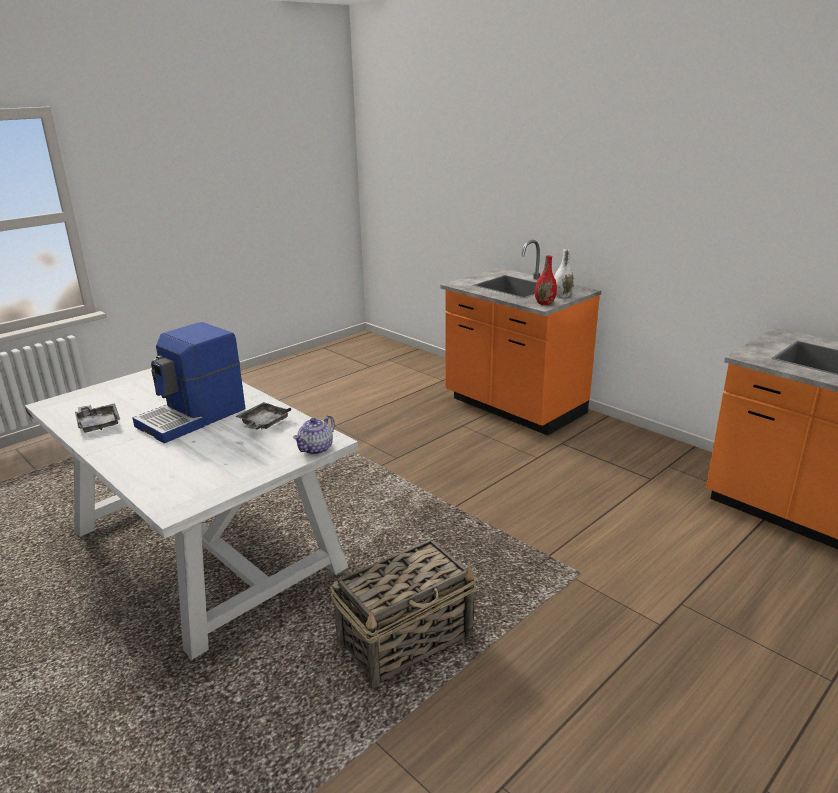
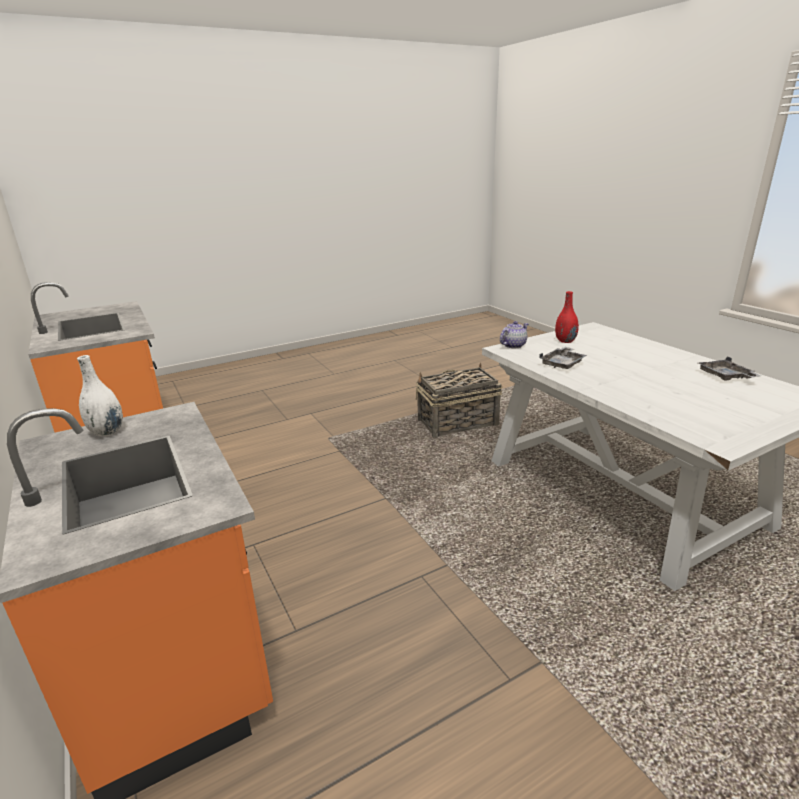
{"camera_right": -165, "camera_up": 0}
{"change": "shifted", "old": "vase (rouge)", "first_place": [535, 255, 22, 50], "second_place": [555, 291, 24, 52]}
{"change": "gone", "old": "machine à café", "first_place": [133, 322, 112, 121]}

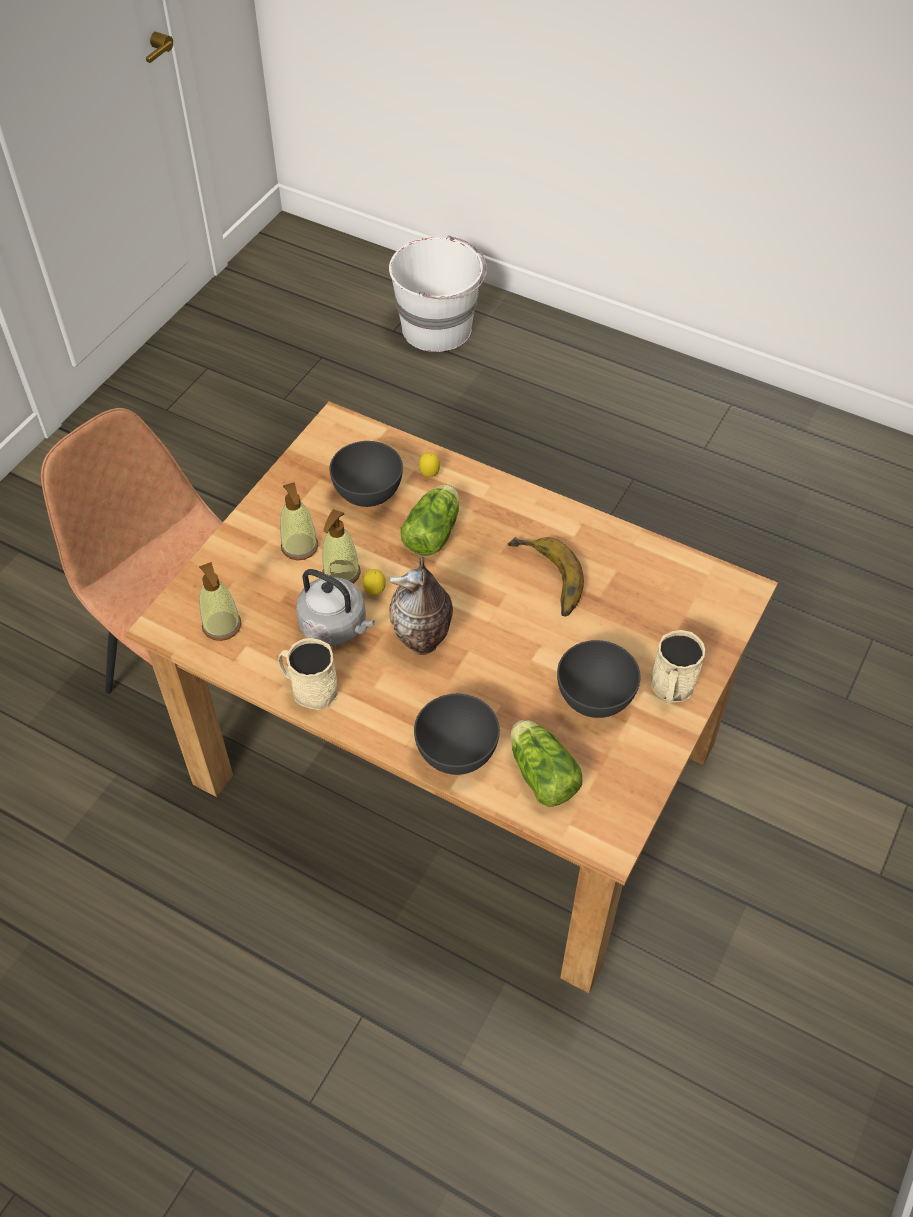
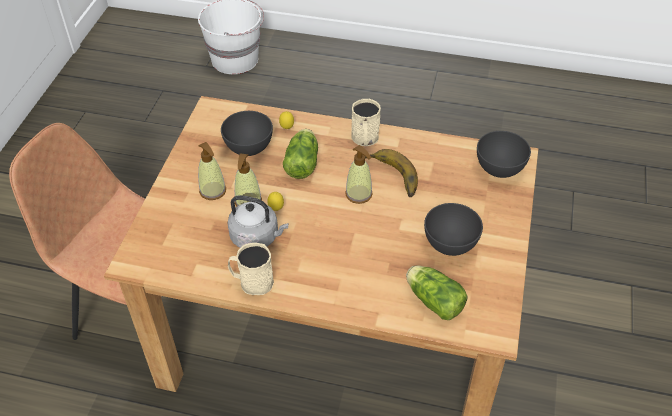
{"camera_right": -15, "camera_up": -5}
{"change": "shifted", "old": "distributeur de savon", "first_place": [199, 562, 42, 79], "second_place": [345, 145, 28, 59]}
{"change": "shifted", "old": "mug (beige)", "first_place": [651, 630, 54, 74], "second_place": [351, 99, 30, 47]}
{"change": "shifted", "old": "bol (gris)", "first_place": [414, 694, 86, 81], "second_place": [477, 131, 54, 47]}
{"change": "gone", "old": "vase", "first_place": [389, 555, 64, 100]}

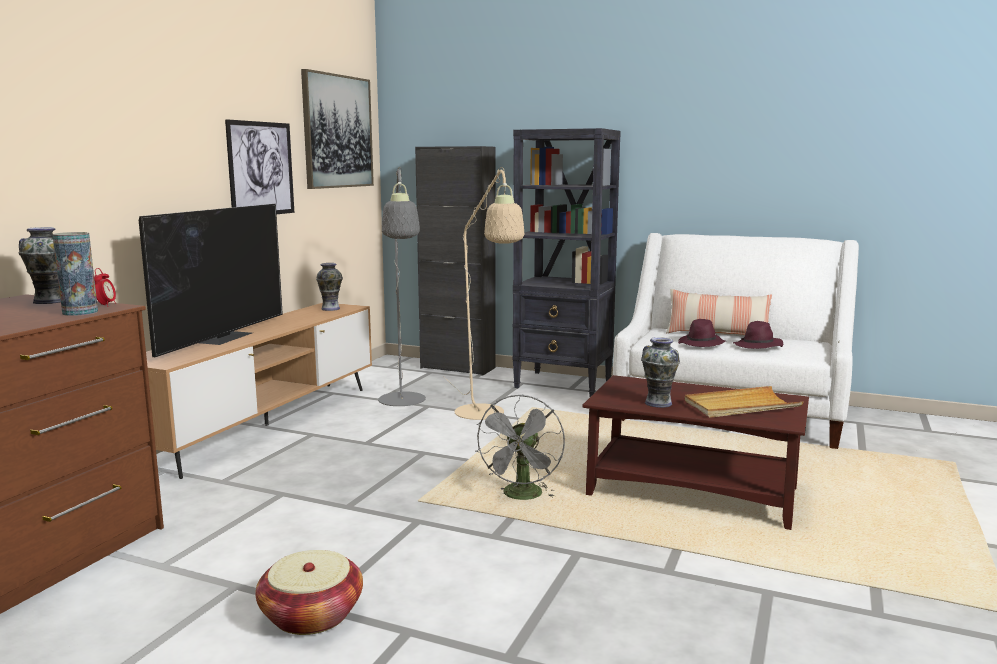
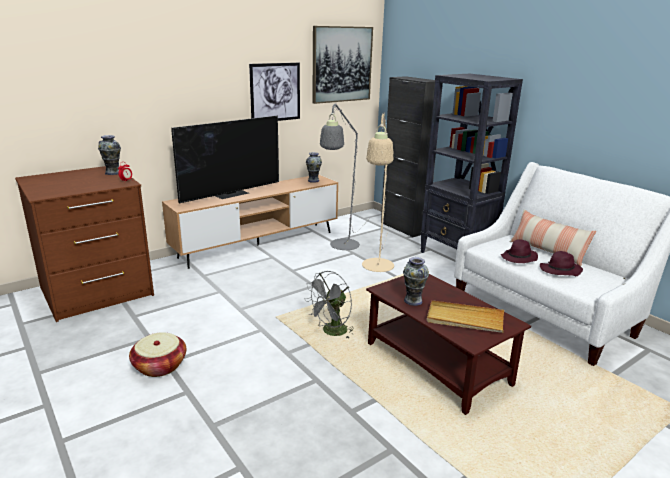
{"camera_right": 30, "camera_up": 10}
{"change": "gone", "old": "vase", "first_place": [52, 232, 46, 84]}

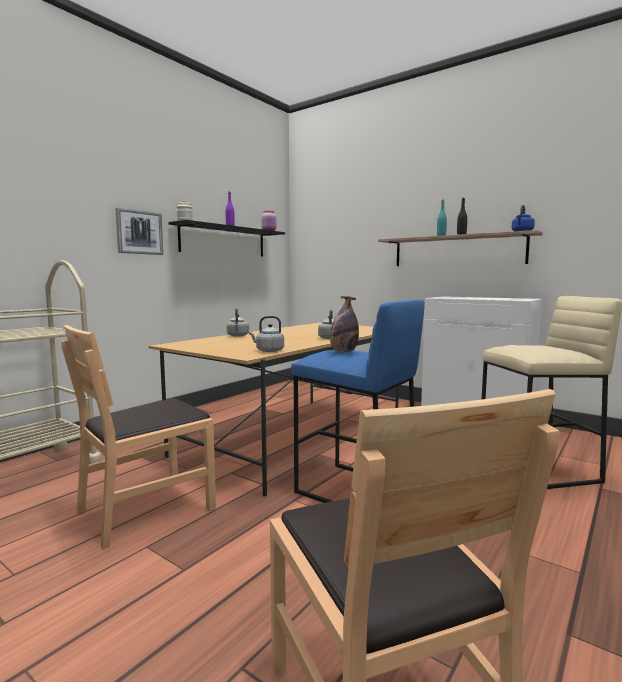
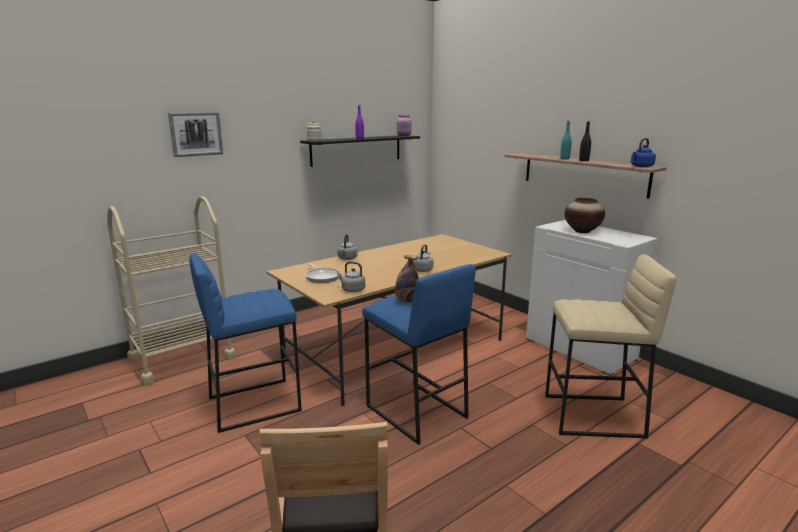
{"camera_right": 15, "camera_up": 10}
{"change": "shifted", "old": "tableau", "first_place": [115, 208, 48, 47], "second_place": [168, 112, 55, 45]}
{"change": "swapped", "old": "chaise (marron)", "new": "tabouret (bleu)", "first_place": [61, 325, 155, 224], "second_place": [189, 254, 113, 179]}
{"change": "new", "new": "poêle", "second_place": [305, 263, 35, 20]}
{"change": "new", "new": "vase", "second_place": [565, 198, 40, 35]}

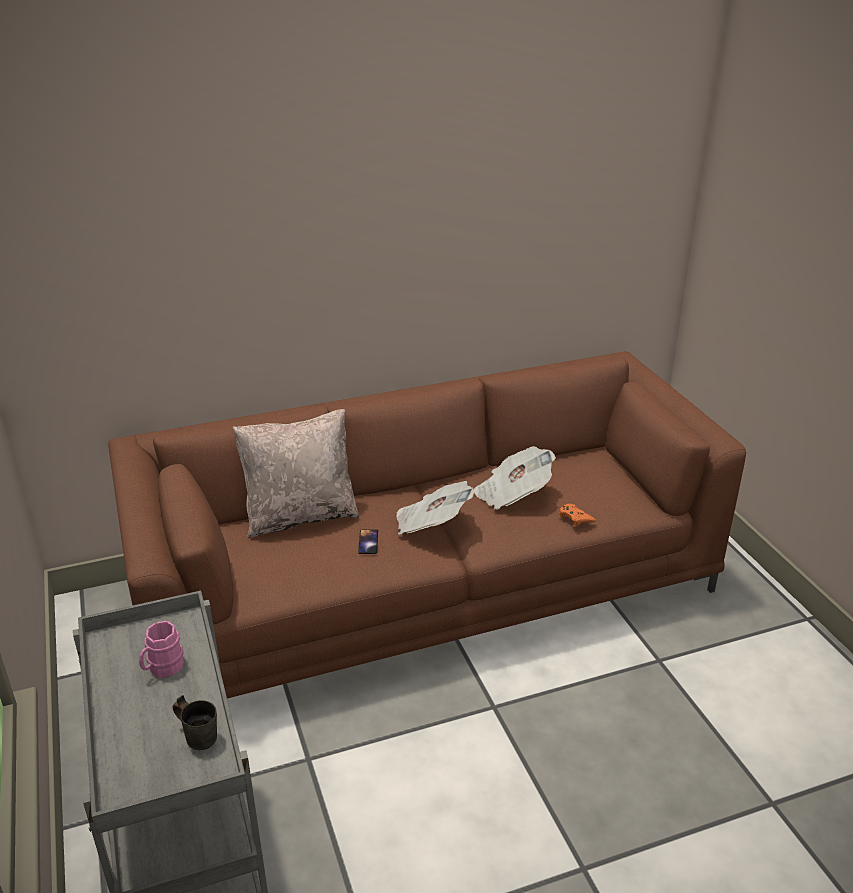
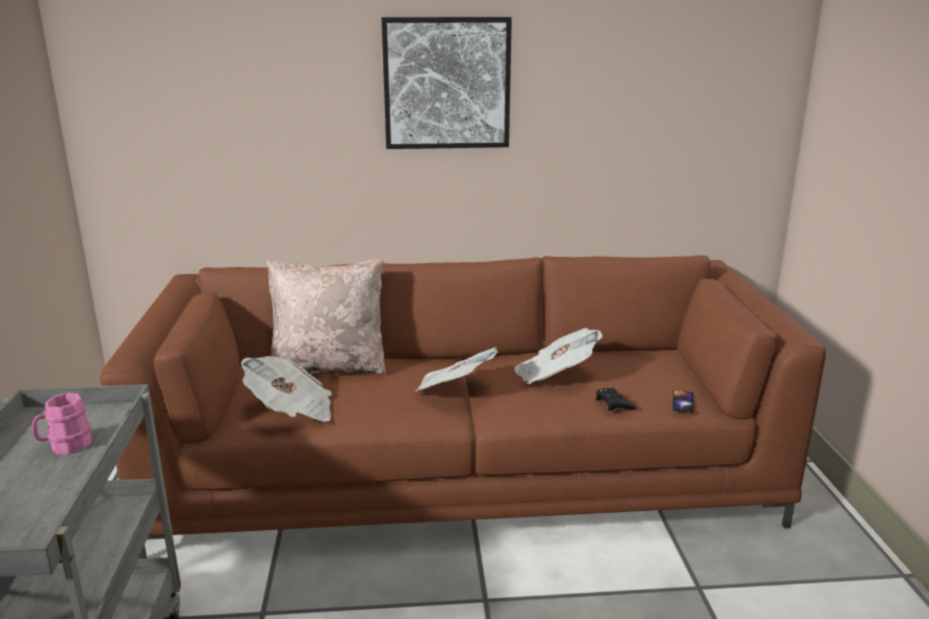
{"camera_right": 15, "camera_up": -10}
{"change": "new", "new": "journal", "second_place": [241, 356, 91, 66]}
{"change": "new", "new": "tableau", "second_place": [382, 17, 130, 132]}
{"change": "repainted", "old": "manette (orange)", "new": "manette (noir)", "first_place": [559, 504, 37, 23], "second_place": [596, 388, 40, 23]}
{"change": "shifted", "old": "téléphone", "first_place": [358, 529, 20, 25], "second_place": [672, 390, 22, 23]}
{"change": "gone", "old": "mug (gris)", "first_place": [173, 695, 44, 55]}

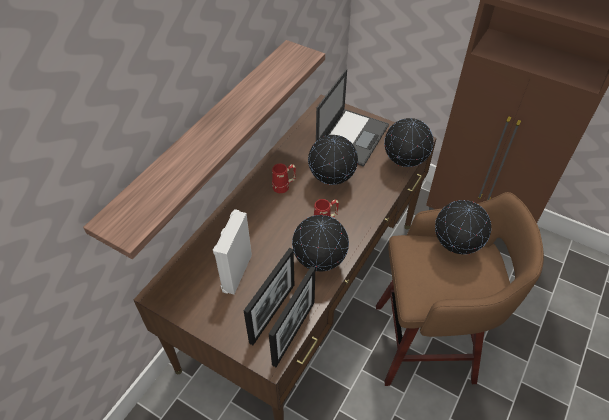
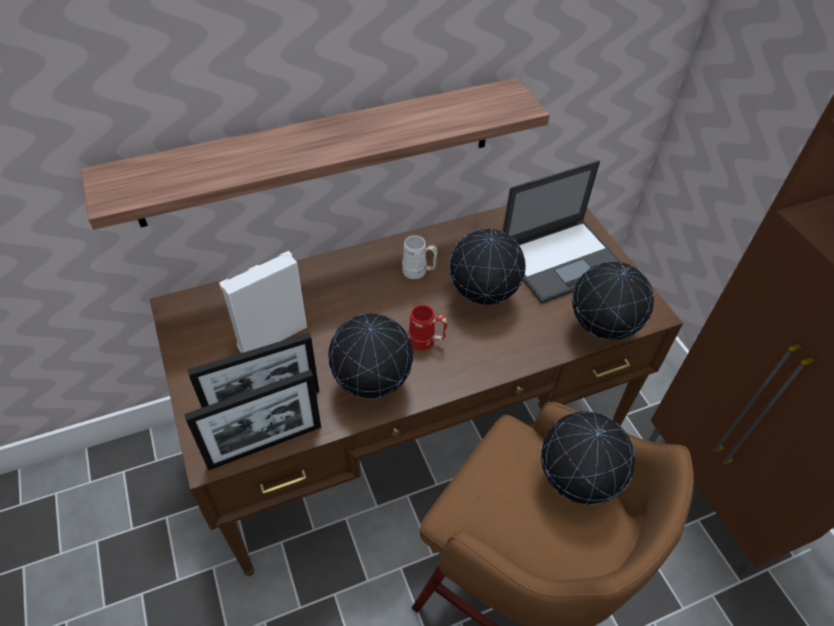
{"camera_right": 35, "camera_up": 0}
{"change": "repainted", "old": "mug (rouge)", "new": "mug (blanc)", "first_place": [272, 163, 24, 30], "second_place": [402, 235, 36, 44]}

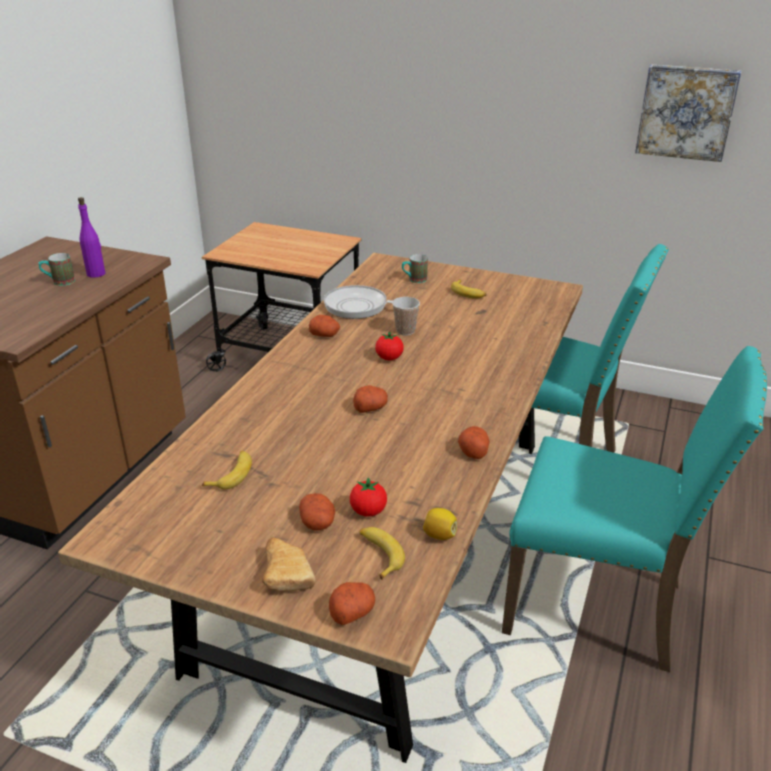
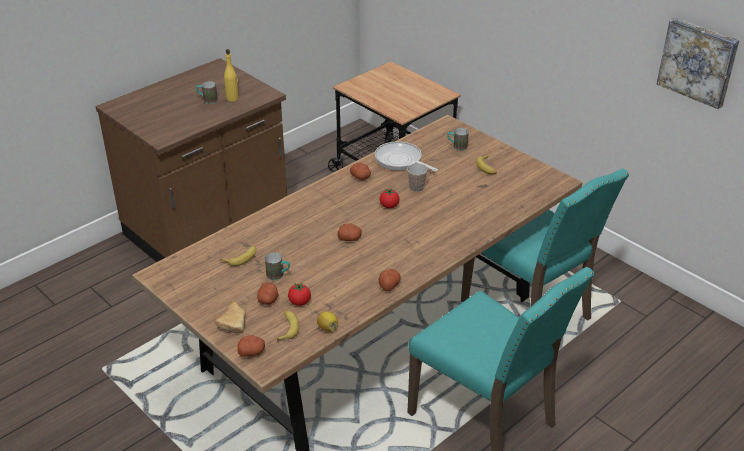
{"camera_right": 25, "camera_up": 5}
{"change": "repainted", "old": "bouteille (violet)", "new": "bouteille (jaune)", "first_place": [78, 197, 27, 81], "second_place": [224, 49, 15, 53]}
{"change": "new", "new": "mug", "second_place": [265, 253, 25, 27]}

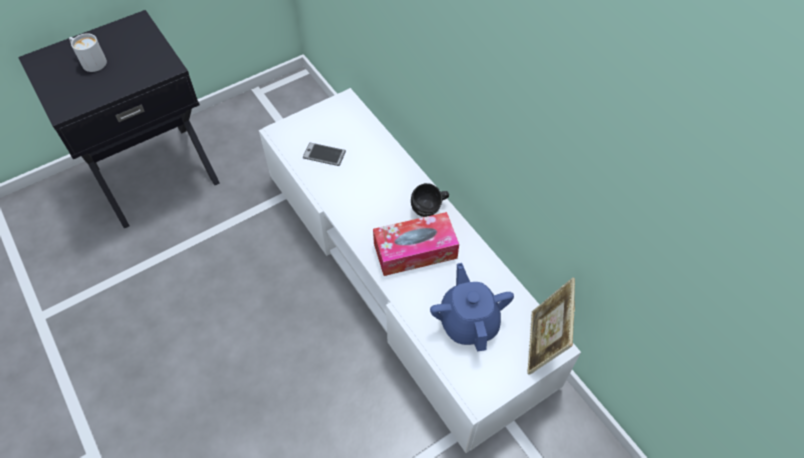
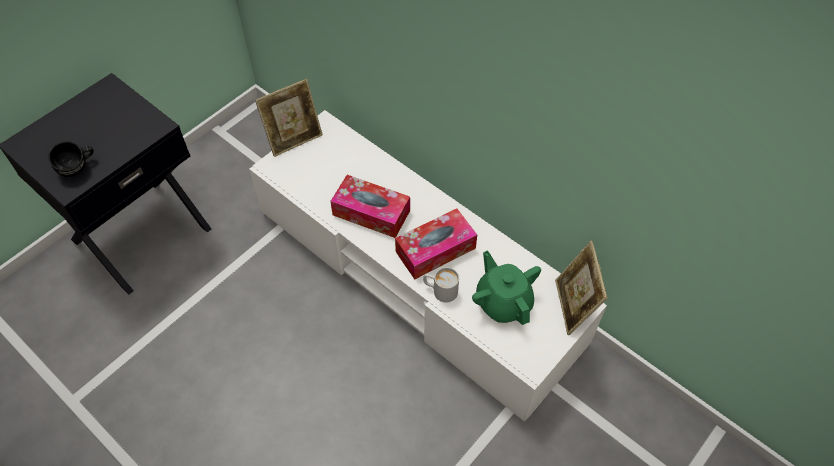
{"camera_right": -15, "camera_up": 0}
{"change": "shifted", "old": "mug (noir)", "first_place": [411, 183, 38, 34], "second_place": [48, 141, 46, 36]}
{"change": "new", "new": "cadre photo", "second_place": [255, 79, 68, 78]}
{"change": "new", "new": "boîte à mouchoirs", "second_place": [330, 175, 80, 63]}
{"change": "shifted", "old": "mug (blanc)", "first_place": [69, 33, 38, 39], "second_place": [423, 267, 36, 36]}
{"change": "repainted", "old": "théière (bleu)", "new": "théière (vert)", "first_place": [430, 263, 84, 88], "second_place": [472, 250, 69, 75]}
{"change": "gone", "old": "téléphone", "first_place": [302, 143, 44, 23]}

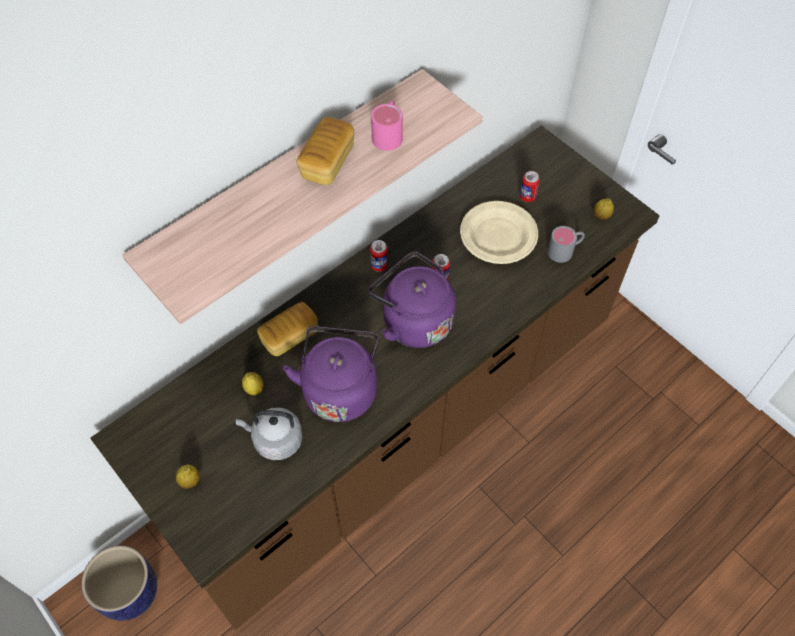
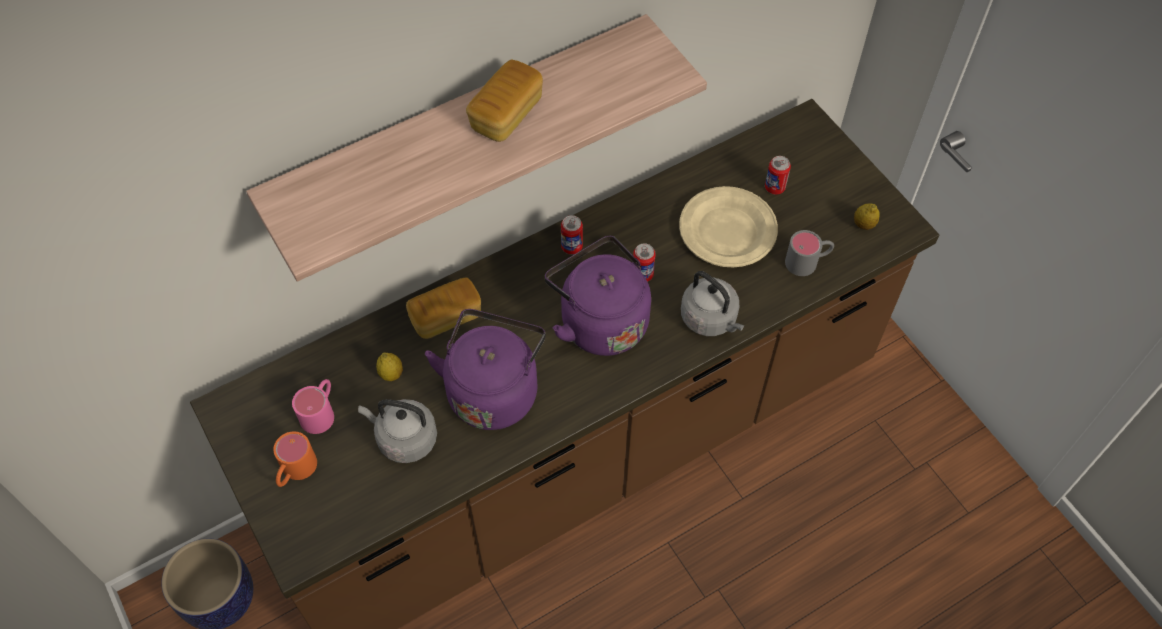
{"camera_right": 10, "camera_up": 0}
{"change": "swapped", "old": "citron", "new": "mug (orange)", "first_place": [176, 465, 24, 24], "second_place": [273, 431, 44, 56]}
{"change": "shifted", "old": "mug (rose)", "first_place": [371, 100, 32, 51], "second_place": [292, 379, 42, 55]}
{"change": "new", "new": "bouilloire (gris)", "second_place": [681, 271, 63, 65]}

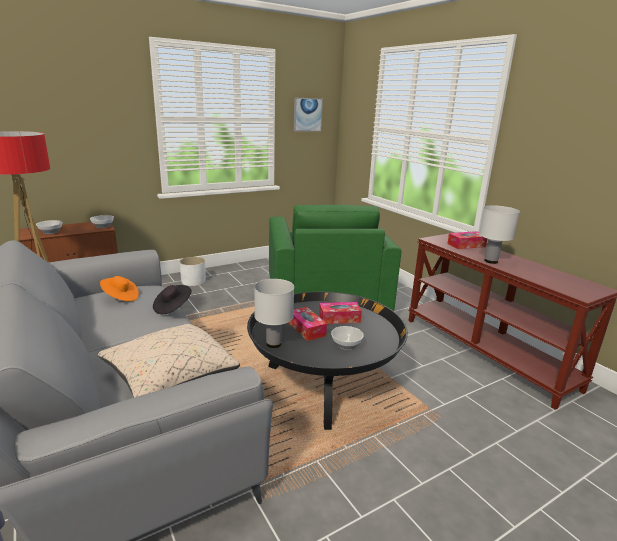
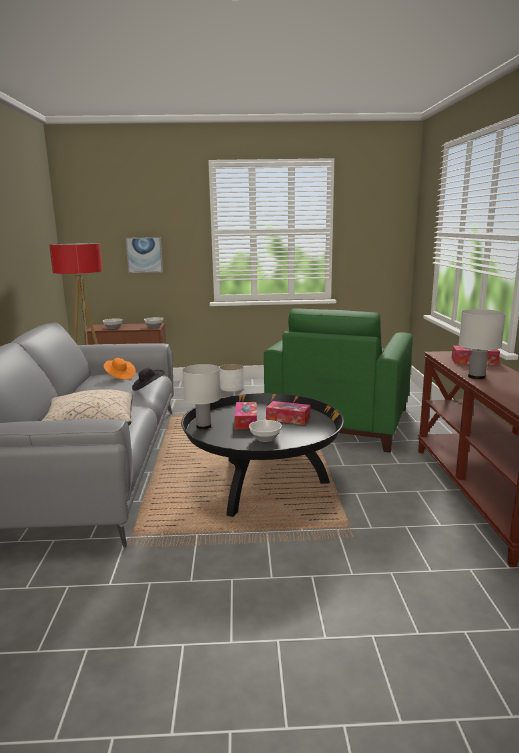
{"camera_right": 30, "camera_up": -5}
{"change": "shifted", "old": "tableau", "first_place": [294, 98, 29, 33], "second_place": [125, 237, 38, 36]}

